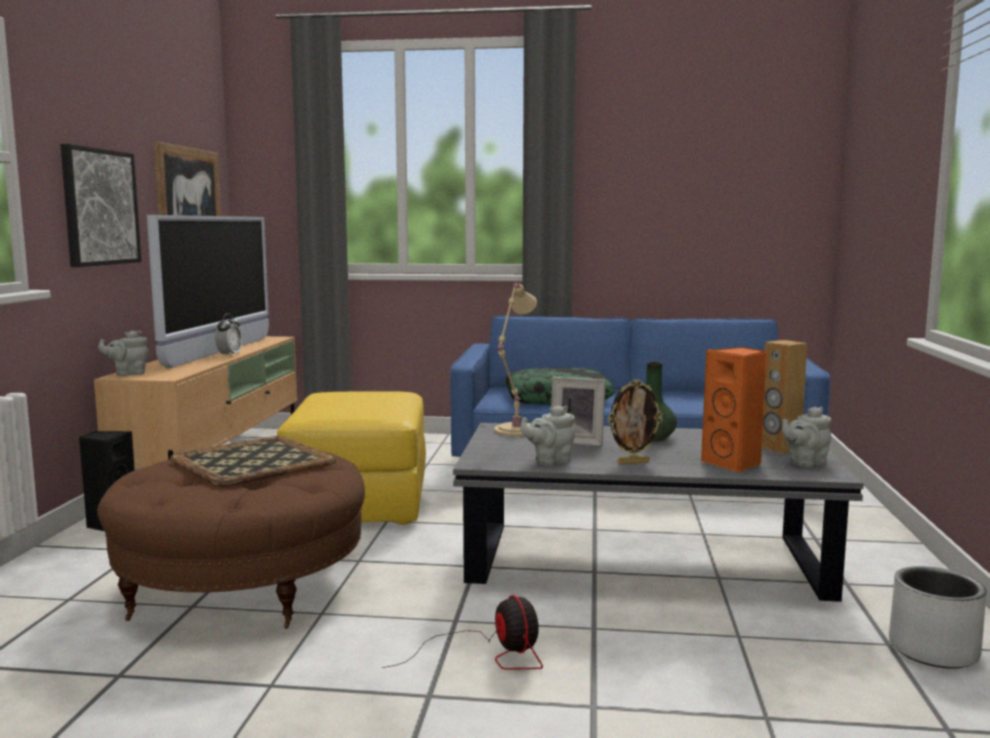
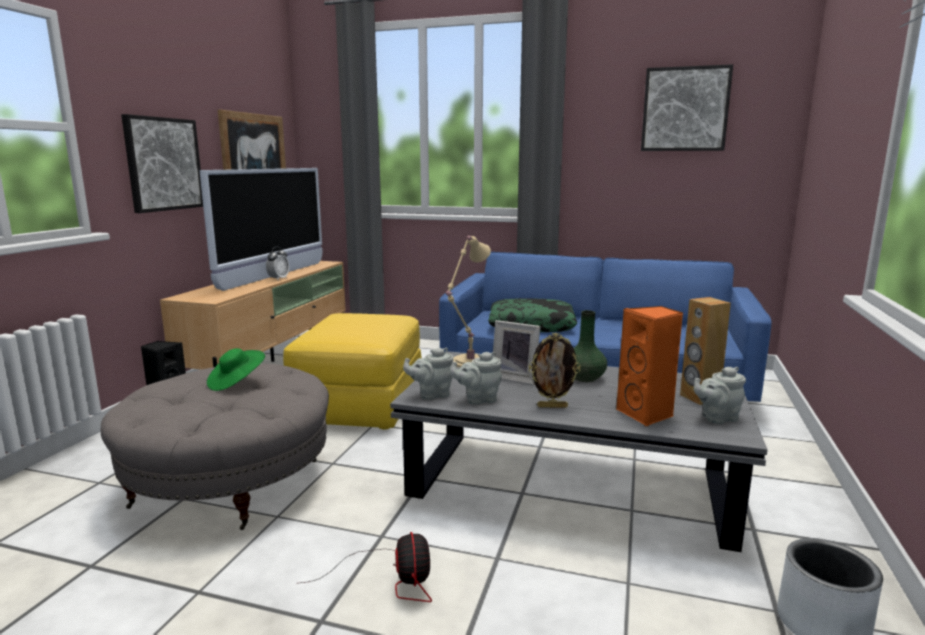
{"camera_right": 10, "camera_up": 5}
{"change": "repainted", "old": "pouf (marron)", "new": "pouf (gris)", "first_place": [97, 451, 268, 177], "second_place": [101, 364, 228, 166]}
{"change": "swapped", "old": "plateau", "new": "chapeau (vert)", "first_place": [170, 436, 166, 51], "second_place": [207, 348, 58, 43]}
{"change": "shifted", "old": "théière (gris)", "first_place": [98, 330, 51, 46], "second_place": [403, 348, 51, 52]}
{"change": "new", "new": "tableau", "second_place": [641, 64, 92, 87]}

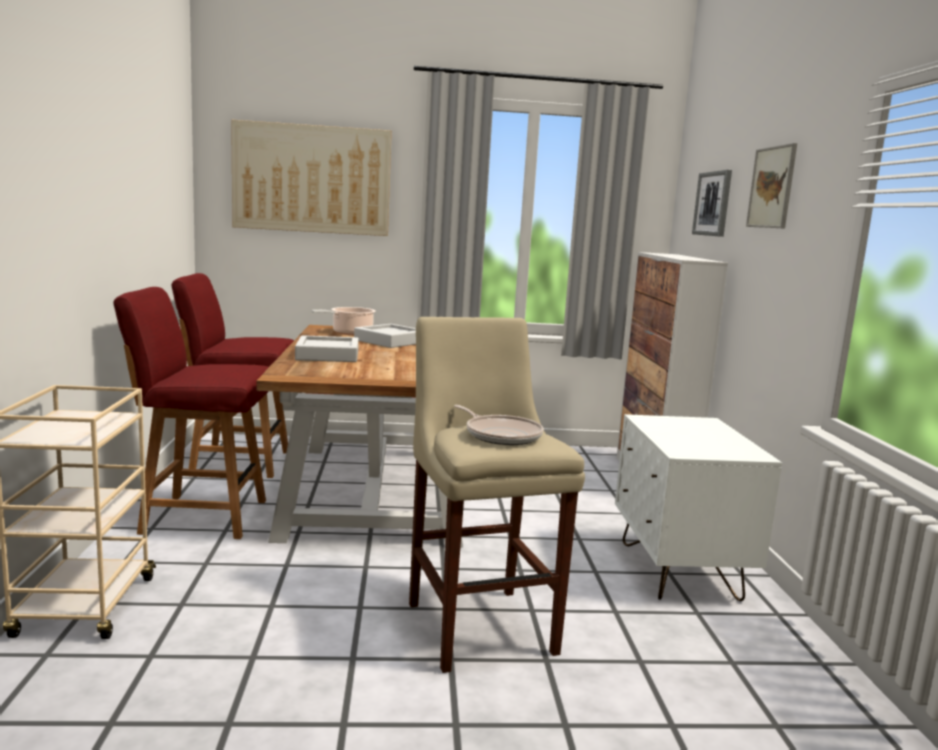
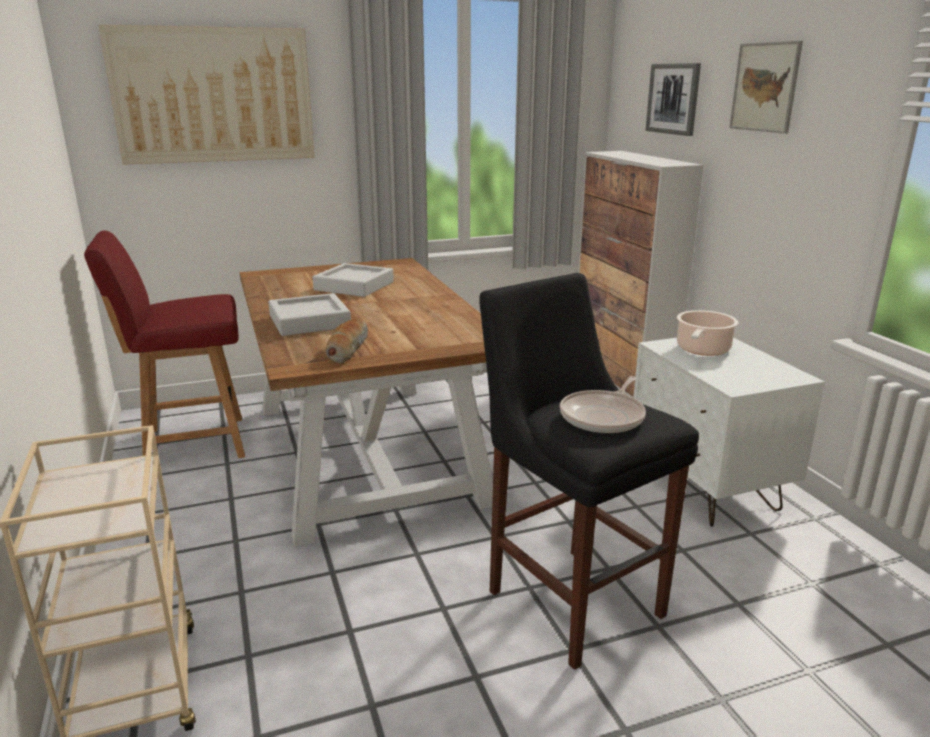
{"camera_right": -15, "camera_up": 10}
{"change": "new", "new": "pain", "second_place": [326, 318, 42, 46]}
{"change": "repainted", "old": "tabouret (beige)", "new": "tabouret (noir)", "first_place": [409, 317, 176, 356], "second_place": [479, 273, 220, 397]}
{"change": "rotated", "old": "poêle", "first_place": [454, 405, 90, 40], "second_place": [560, 376, 86, 58], "degrees": 90}
{"change": "shifted", "old": "marmite", "first_place": [311, 307, 65, 28], "second_place": [677, 310, 61, 46]}
{"change": "gone", "old": "chaise (rouge)", "first_place": [113, 287, 156, 252]}

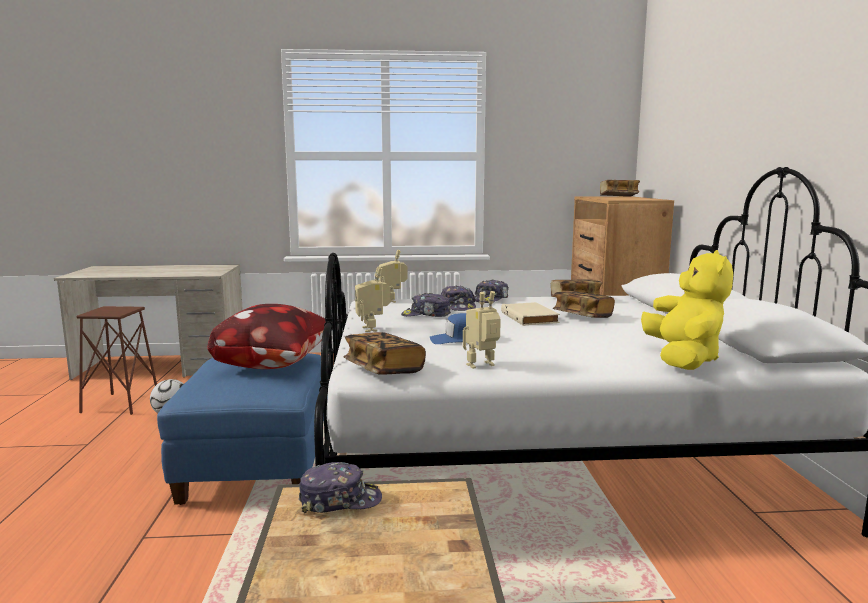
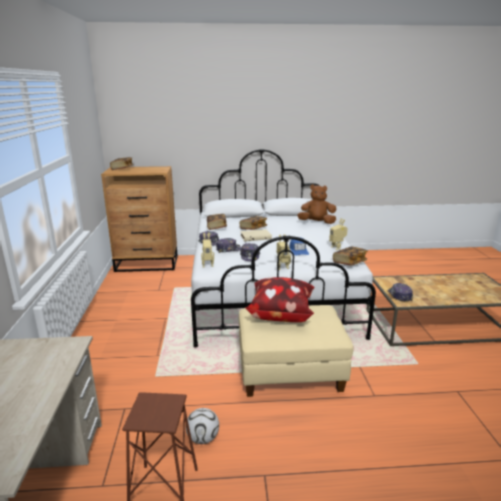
{"camera_right": -90, "camera_up": 10}
{"change": "repainted", "old": "pouf (bleu)", "new": "pouf (beige)", "first_place": [157, 353, 171, 152], "second_place": [238, 305, 116, 92]}
{"change": "repainted", "old": "peluche (jaune)", "new": "peluche (marron)", "first_place": [641, 250, 92, 120], "second_place": [297, 184, 39, 40]}

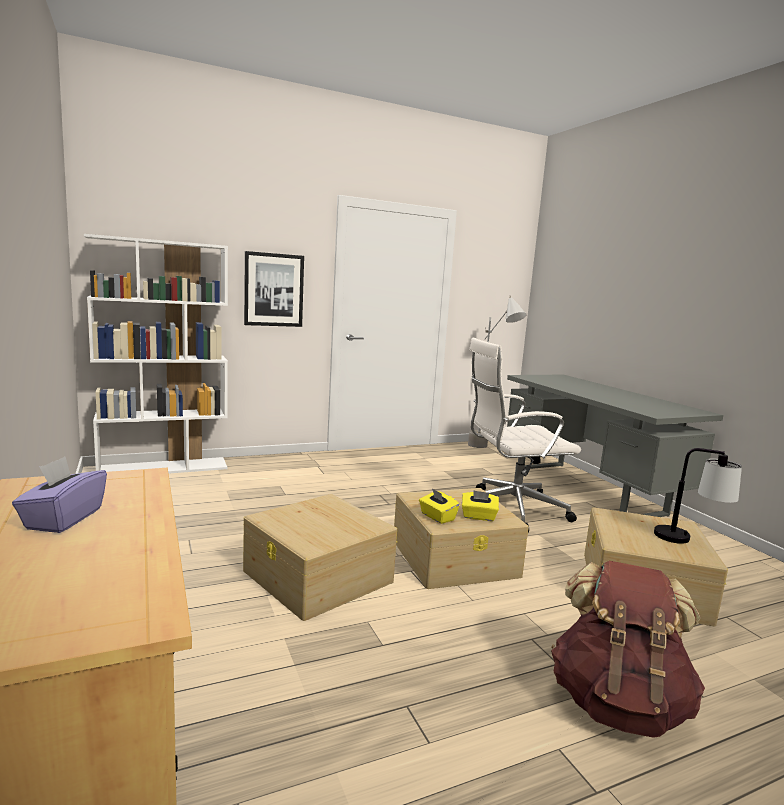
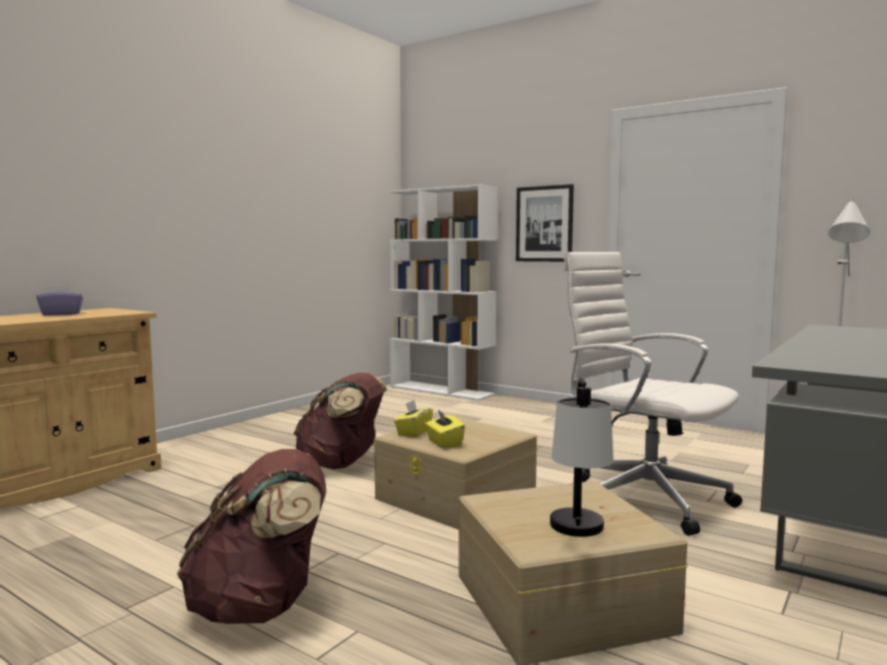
{"camera_right": 60, "camera_up": -5}
{"change": "swapped", "old": "boîte de rangement (beige)", "new": "sac à dos (marron)", "first_place": [243, 494, 154, 127], "second_place": [294, 372, 93, 97]}

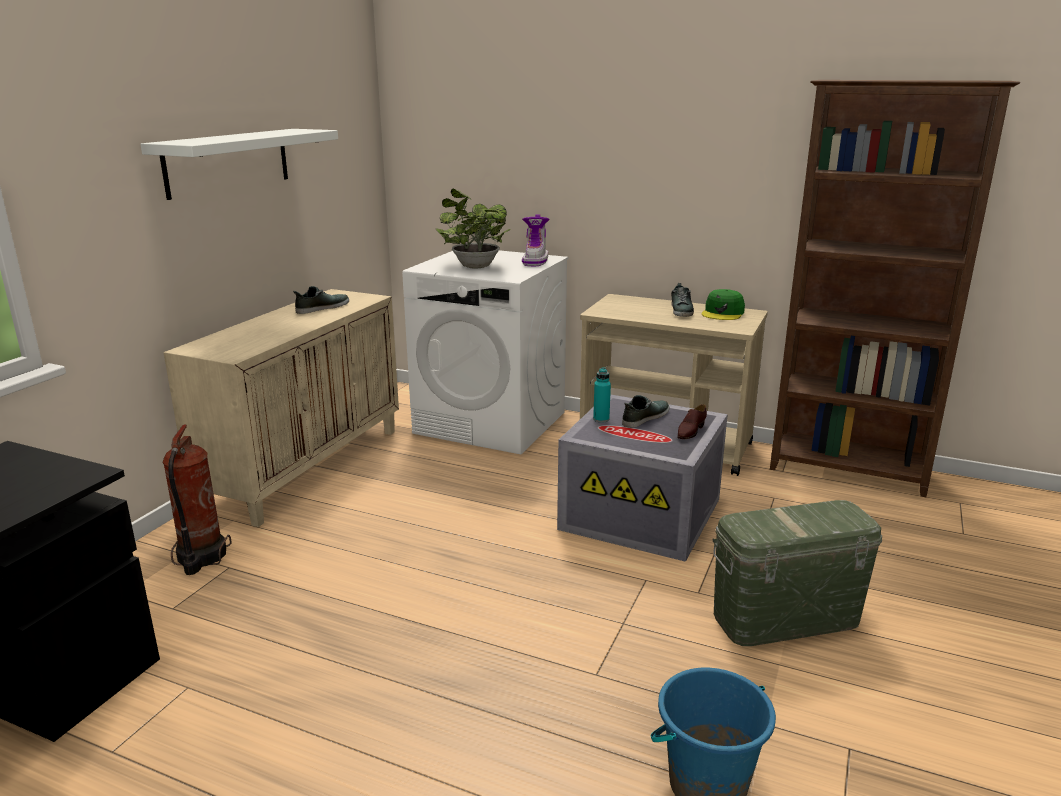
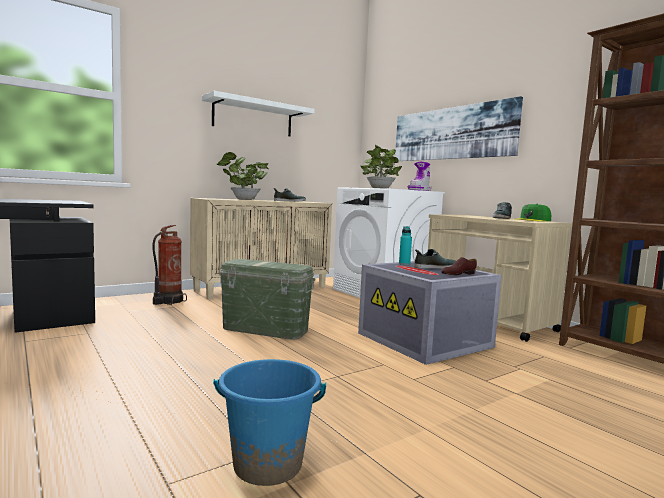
{"camera_right": 30, "camera_up": -15}
{"change": "new", "new": "plante en pot", "second_place": [216, 152, 53, 48]}
{"change": "shifted", "old": "boîte de rangement (vert)", "first_place": [712, 500, 170, 146], "second_place": [219, 259, 96, 81]}
{"change": "new", "new": "tableau", "second_place": [395, 96, 128, 65]}

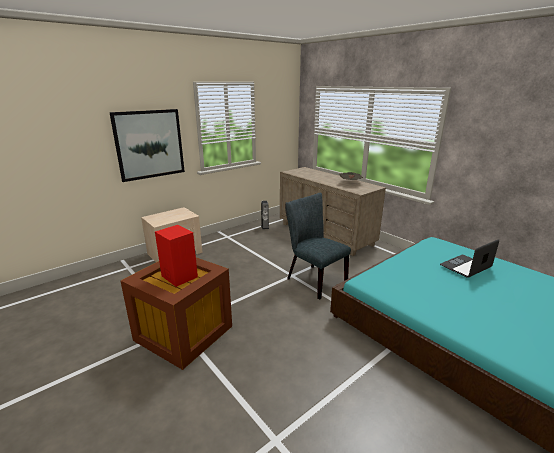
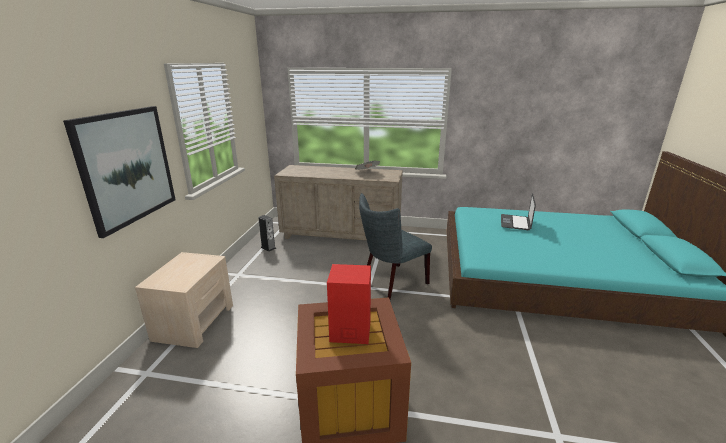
{"camera_right": -40, "camera_up": 0}
{"change": "rotated", "old": "chaise (gris)", "first_place": [285, 193, 66, 107], "second_place": [359, 193, 73, 106], "degrees": -45}

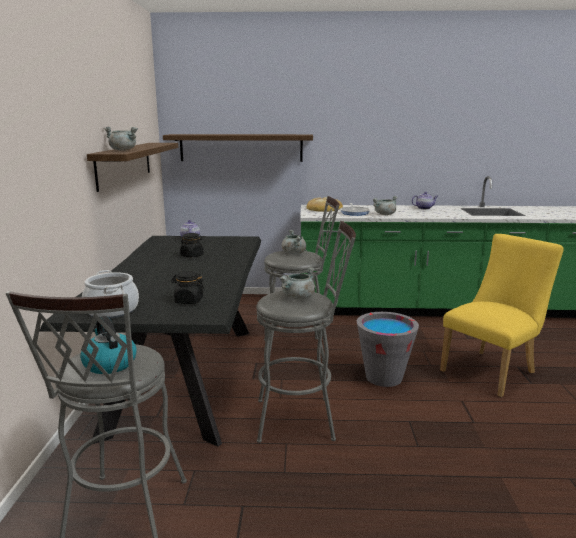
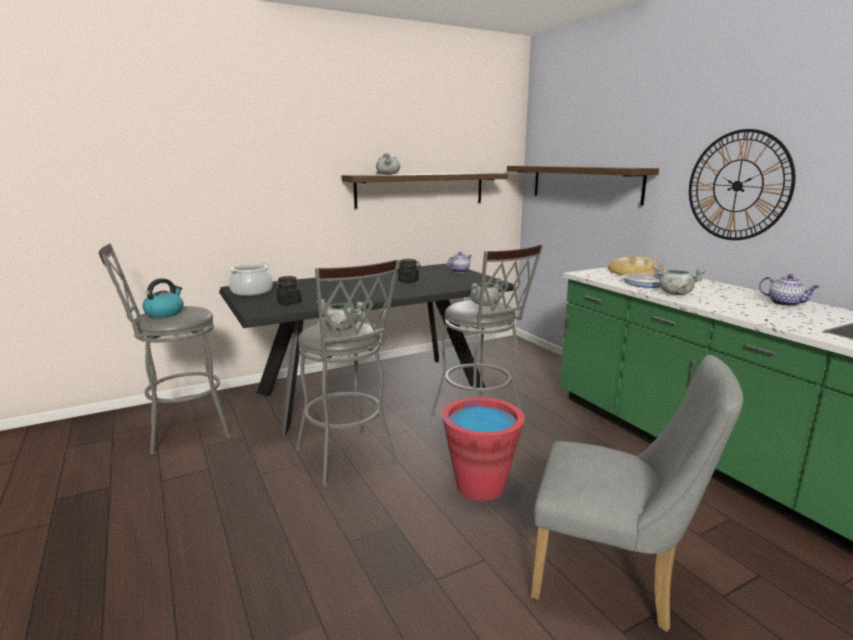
{"camera_right": 60, "camera_up": 0}
{"change": "repainted", "old": "seau (gris)", "new": "seau (rouge)", "first_place": [357, 312, 62, 75], "second_place": [442, 397, 83, 104]}
{"change": "repainted", "old": "chaise (jaune)", "new": "chaise (gris)", "first_place": [440, 234, 124, 163], "second_place": [531, 355, 212, 277]}
{"change": "new", "new": "horloge murale", "second_place": [689, 129, 107, 111]}

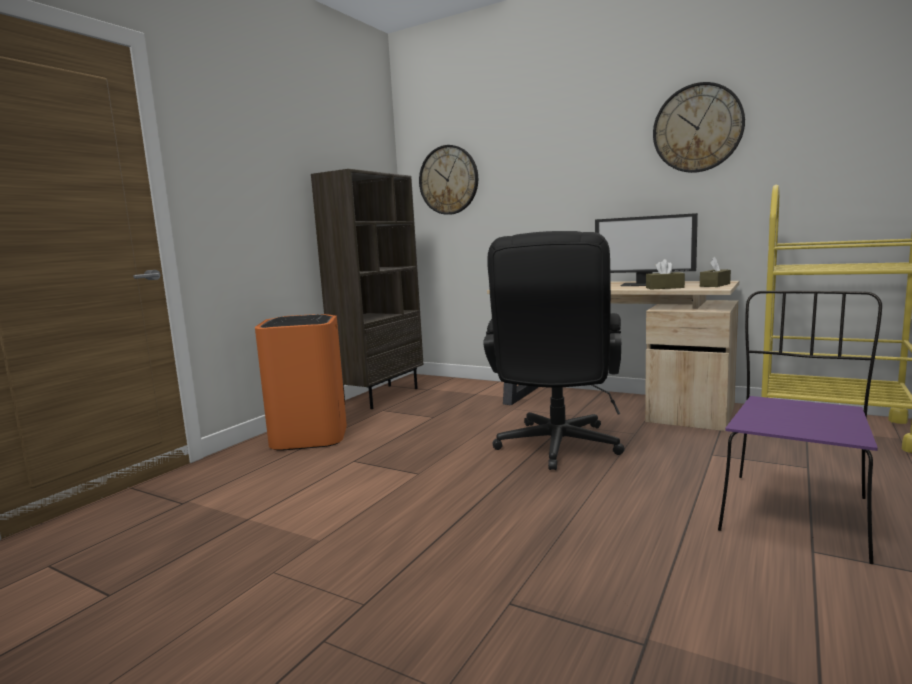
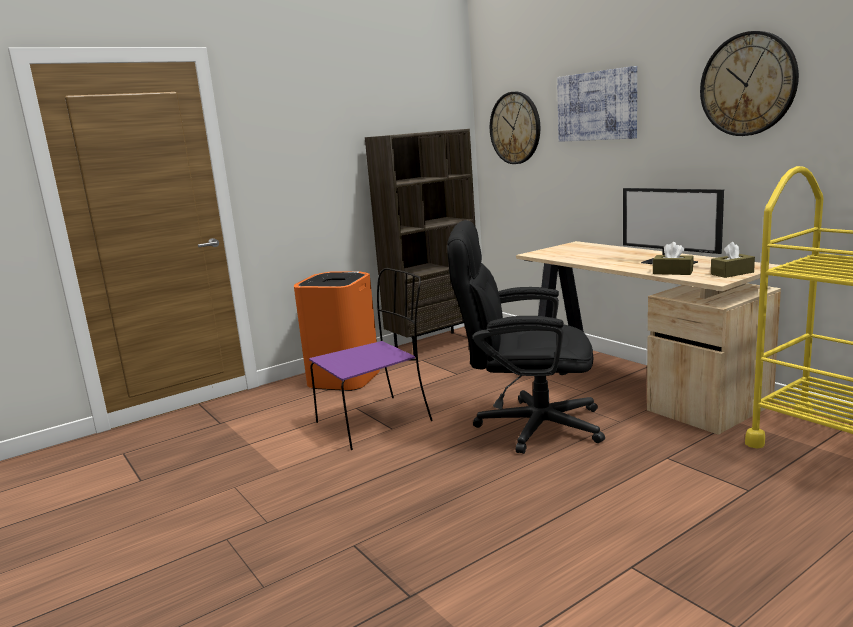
{"camera_right": 25, "camera_up": 5}
{"change": "shifted", "old": "chaise (violet)", "first_place": [718, 291, 164, 273], "second_place": [309, 268, 124, 182]}
{"change": "rotated", "old": "chaise de bureau (noir)", "first_place": [483, 231, 142, 239], "second_place": [447, 220, 158, 234], "degrees": 60}
{"change": "new", "new": "tableau", "second_place": [557, 66, 80, 76]}

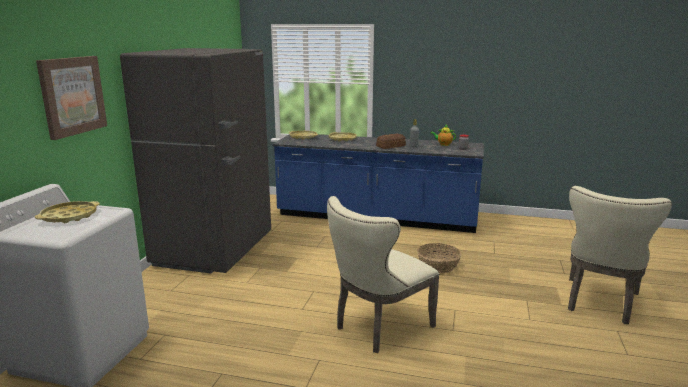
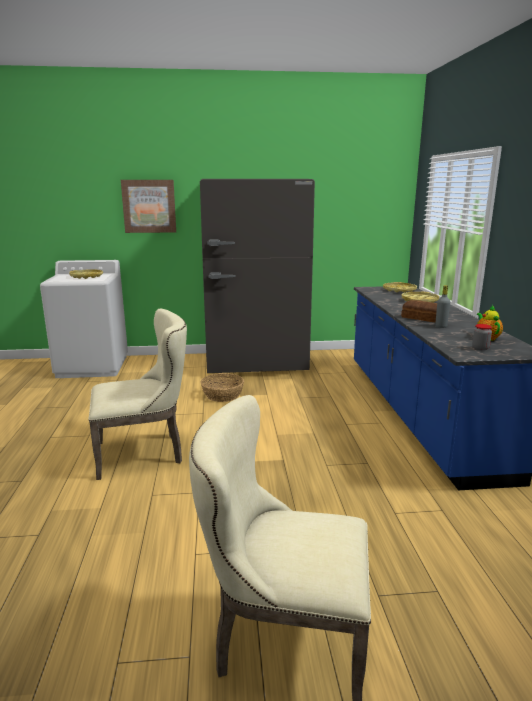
{"camera_right": 70, "camera_up": 0}
{"change": "rotated", "old": "chaise (beige)", "first_place": [327, 196, 113, 157], "second_place": [89, 309, 98, 171], "degrees": 135}
{"change": "shifted", "old": "panier", "first_place": [417, 243, 45, 30], "second_place": [200, 373, 44, 29]}

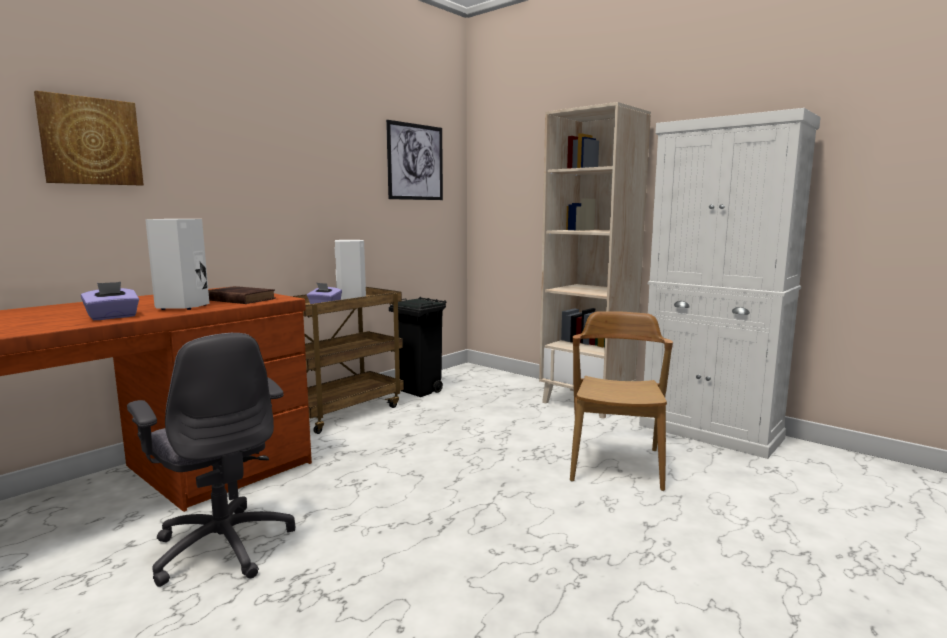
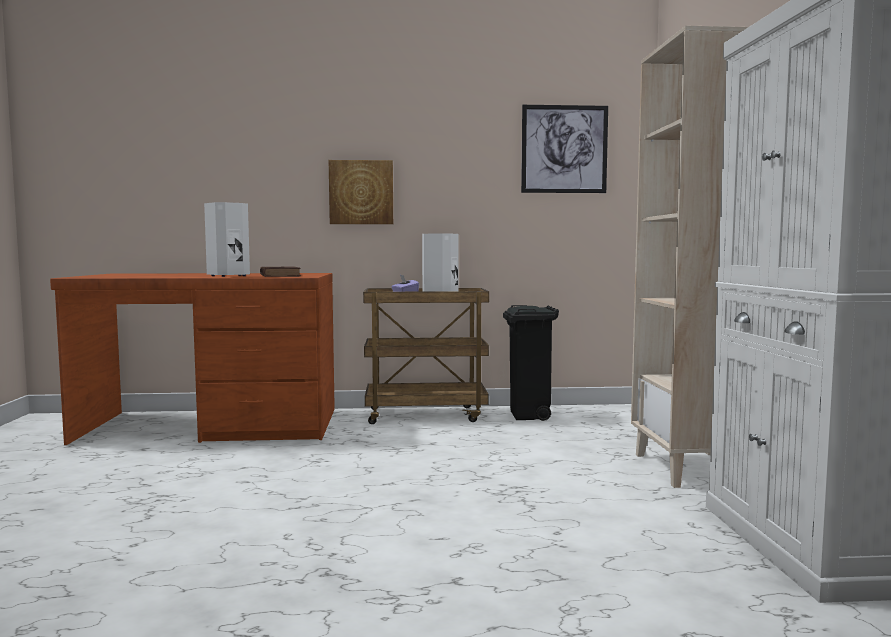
{"camera_right": 45, "camera_up": -5}
{"change": "shifted", "old": "tableau", "first_place": [34, 91, 110, 94], "second_place": [329, 160, 64, 64]}
{"change": "gone", "old": "boîte à mouchoirs (violet)", "first_place": [81, 282, 58, 38]}
{"change": "gone", "old": "chaise de bureau (gris)", "first_place": [127, 333, 168, 254]}
{"change": "gone", "old": "chaise (marron)", "first_place": [570, 311, 103, 180]}

